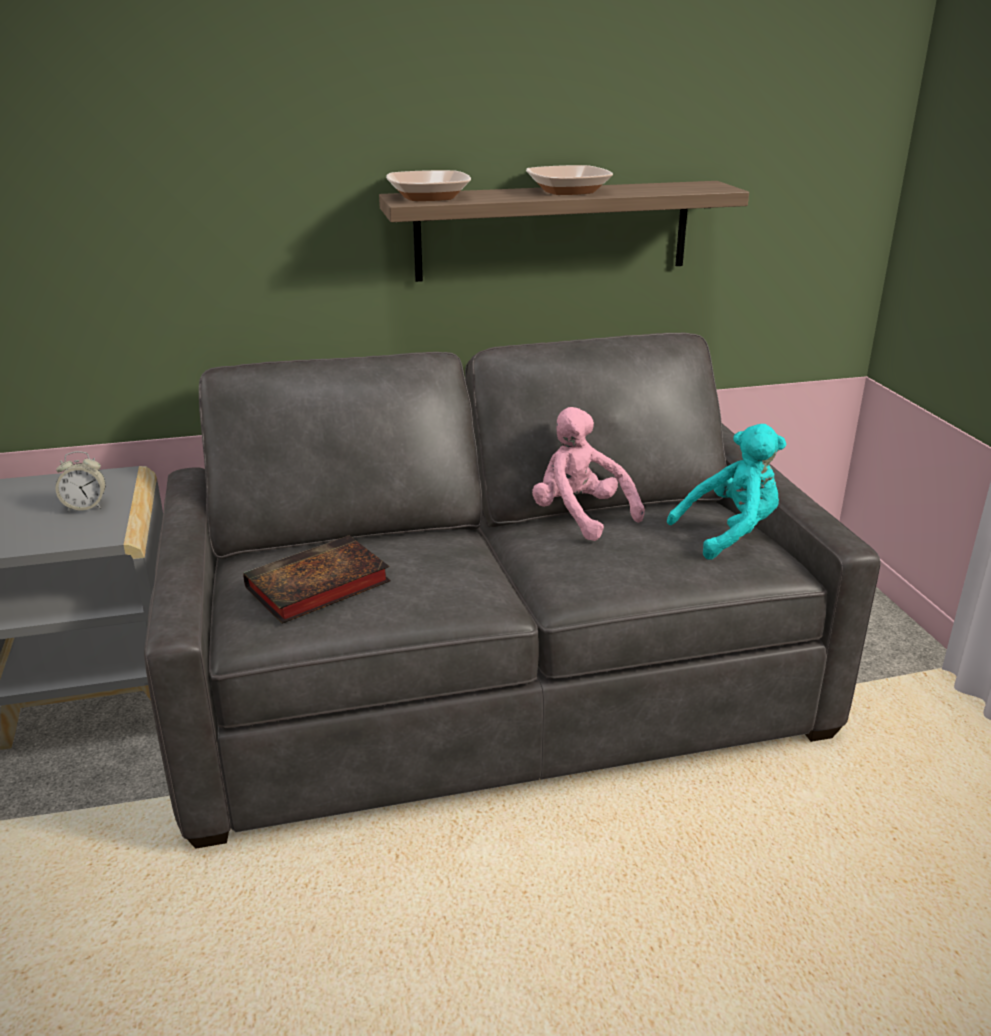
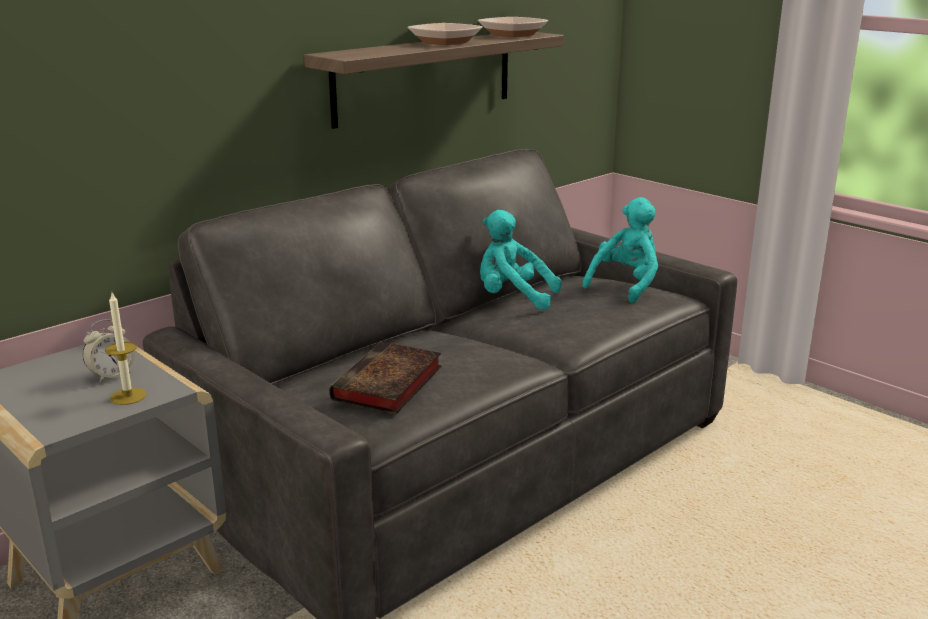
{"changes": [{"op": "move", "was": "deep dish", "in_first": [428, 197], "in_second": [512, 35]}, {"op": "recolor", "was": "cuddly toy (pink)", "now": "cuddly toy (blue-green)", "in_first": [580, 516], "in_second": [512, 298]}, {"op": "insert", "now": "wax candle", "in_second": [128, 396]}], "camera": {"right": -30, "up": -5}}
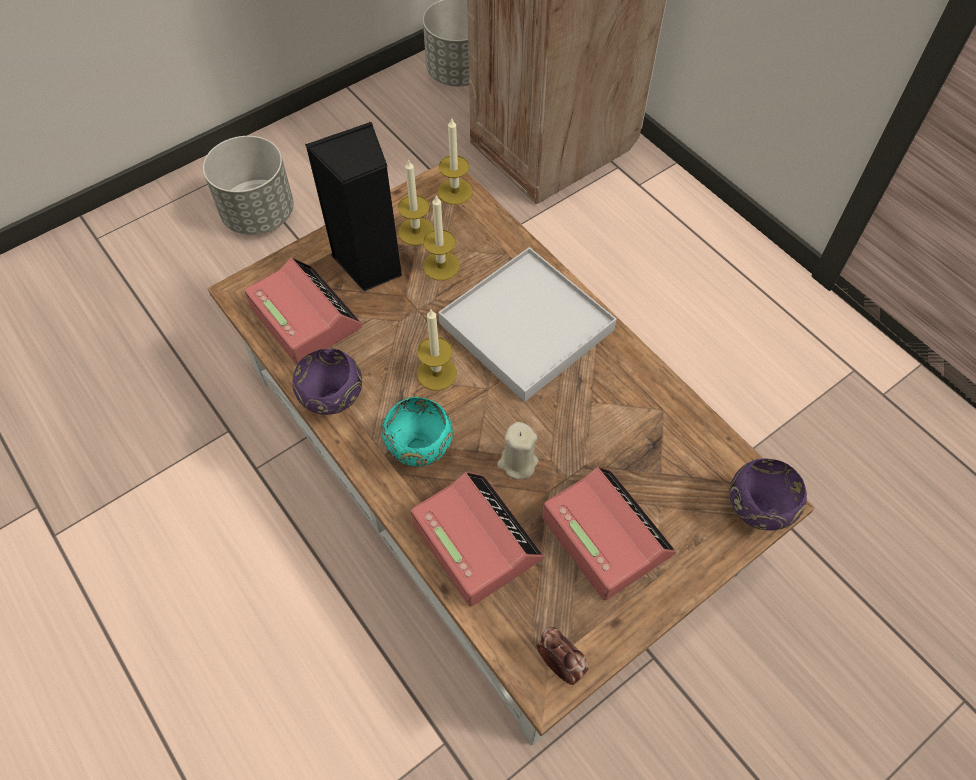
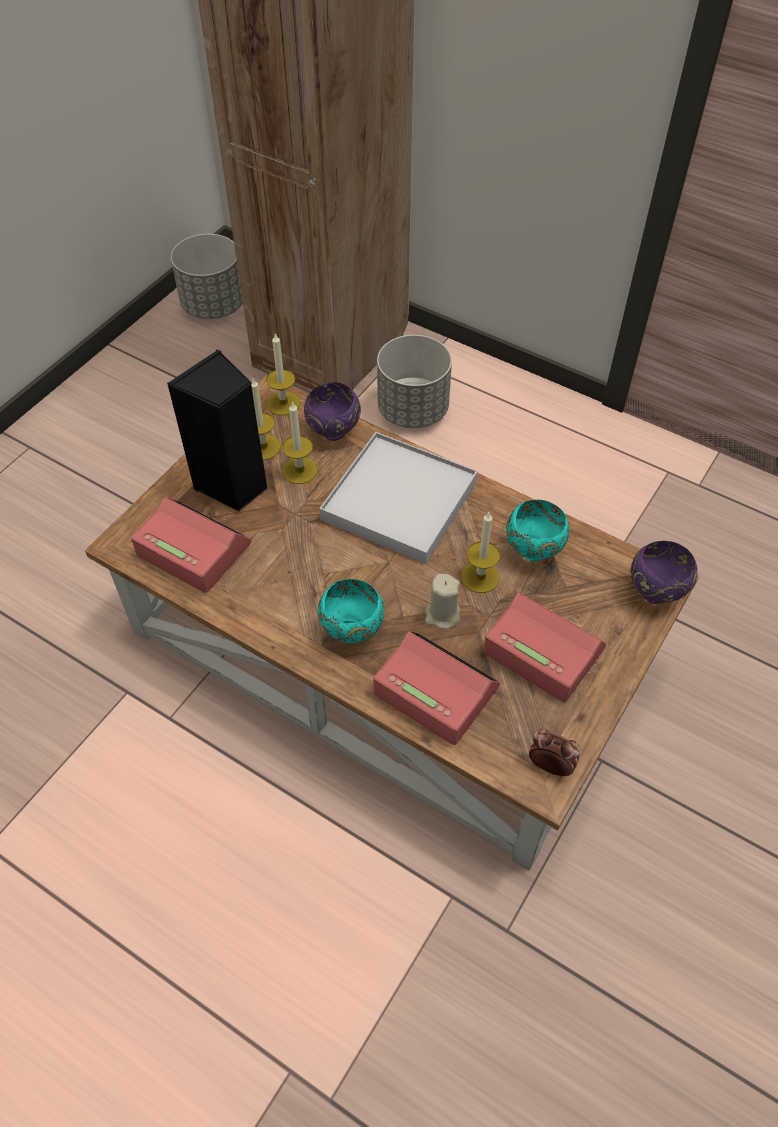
{"changes": [{"op": "move", "was": "flower pot (greyish)", "in_first": [259, 215], "in_second": [413, 410]}, {"op": "move", "was": "deep dish (purplish)", "in_first": [332, 403], "in_second": [333, 434]}, {"op": "move", "was": "wax candle", "in_first": [436, 373], "in_second": [480, 577]}, {"op": "insert", "now": "deep dish (blue-green)", "in_second": [534, 552]}], "camera": {"right": -20, "up": -5}}
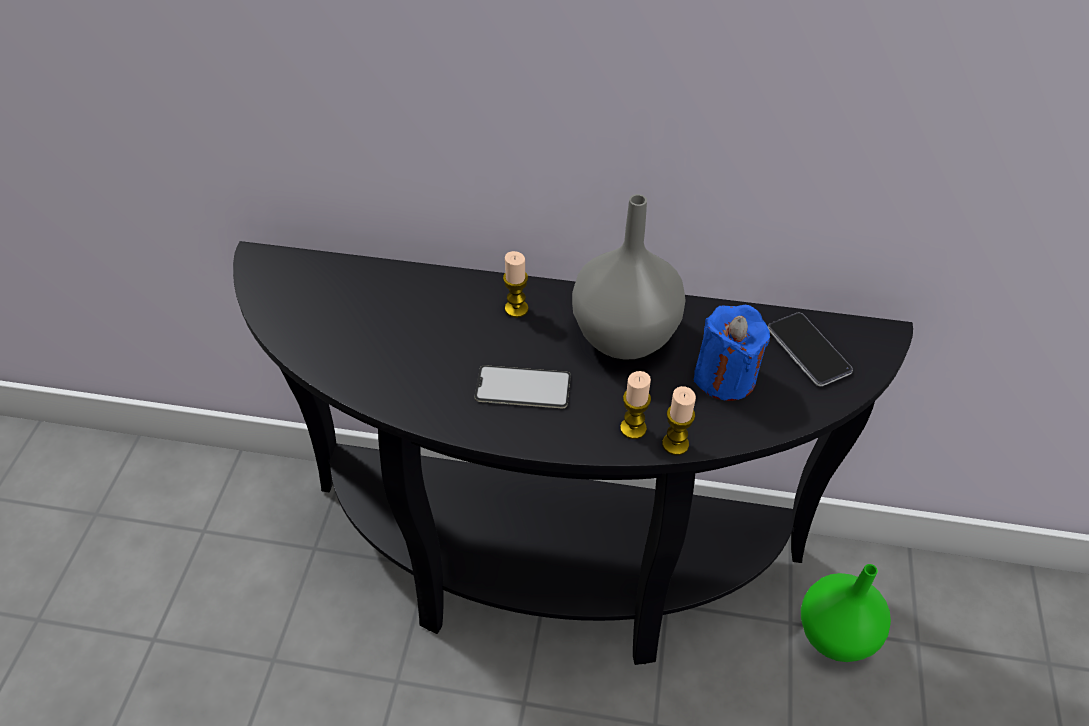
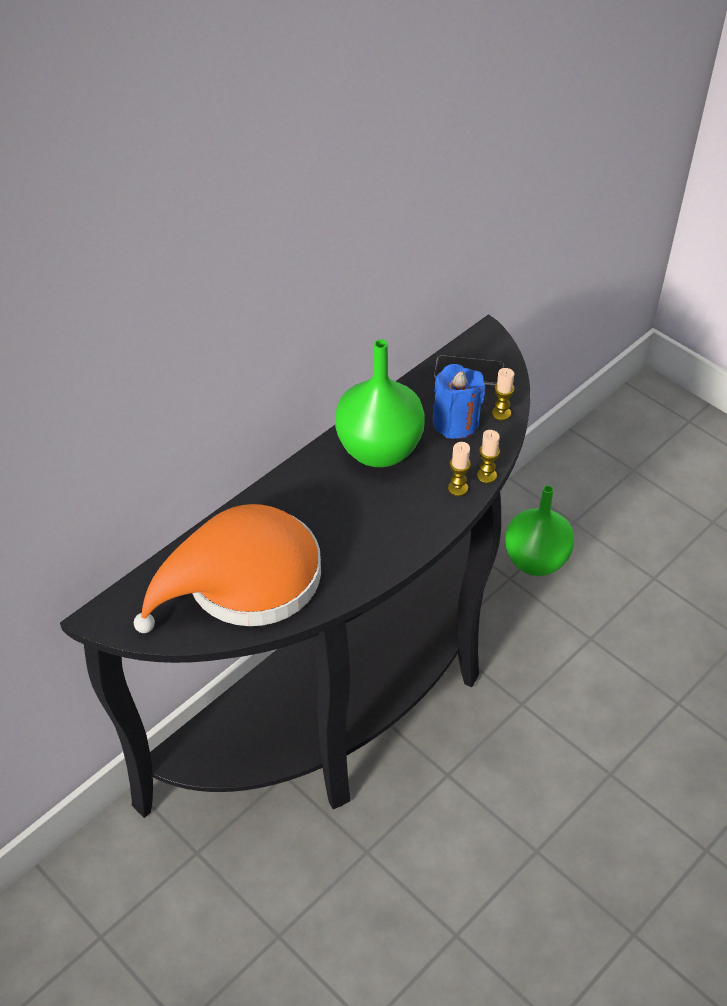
{"changes": [{"op": "delete", "was": "handset", "in_first": [523, 387]}, {"op": "move", "was": "wax candle", "in_first": [516, 309], "in_second": [501, 413]}, {"op": "recolor", "was": "decorative vase (greyish)", "now": "decorative vase (greenish)", "in_first": [624, 338], "in_second": [380, 450]}, {"op": "insert", "now": "clothing hat (orange)", "in_second": [243, 581]}], "camera": {"right": -55, "up": 0}}
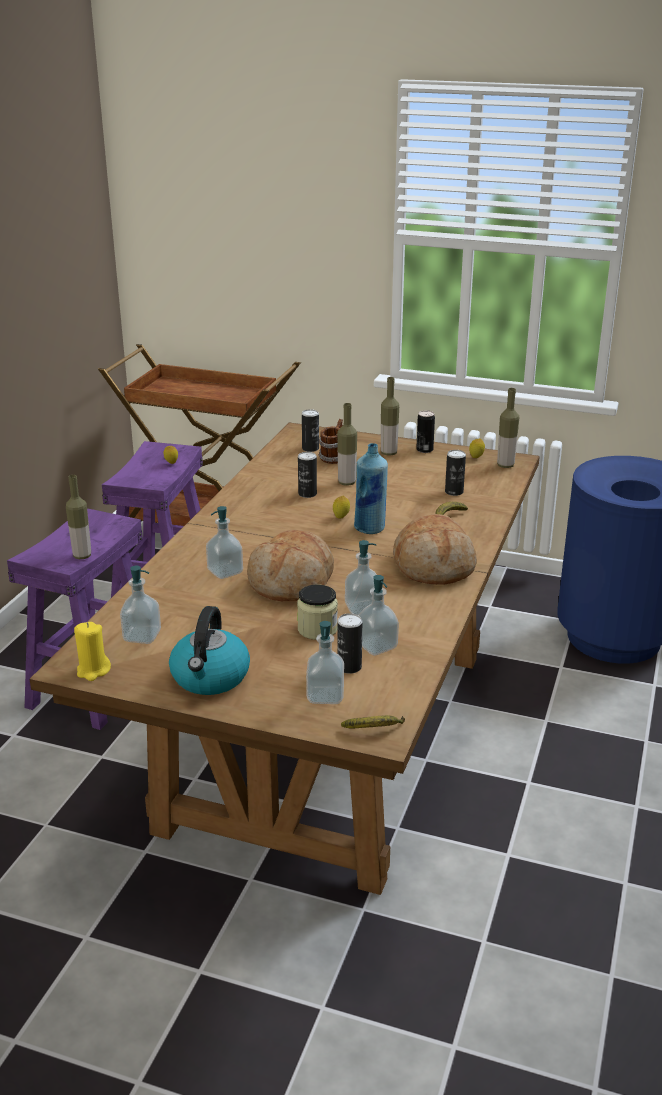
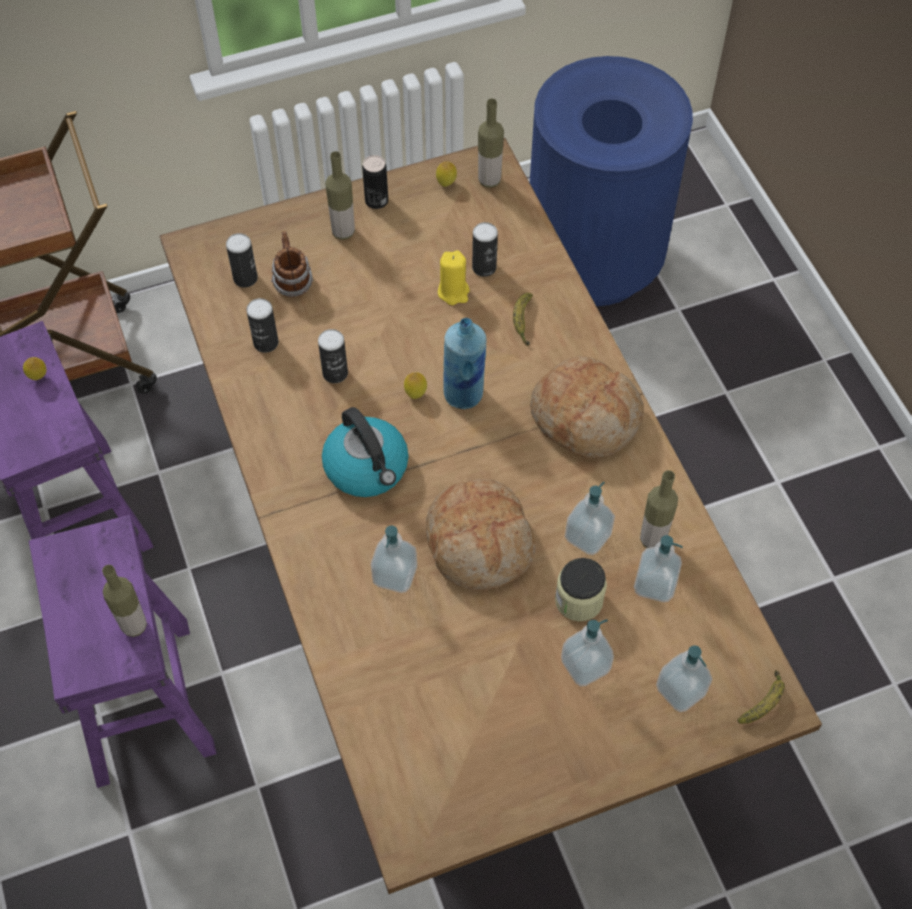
{"changes": [{"op": "move", "was": "wax candle (yellow)", "in_first": [93, 670], "in_second": [453, 292]}, {"op": "move", "was": "soap bottle", "in_first": [142, 636], "in_second": [585, 665]}, {"op": "move", "was": "water kettle", "in_first": [210, 678], "in_second": [367, 468]}, {"op": "move", "was": "beverage bottle", "in_first": [346, 483], "in_second": [652, 539]}, {"op": "move", "was": "sealed can", "in_first": [349, 667], "in_second": [266, 343]}], "camera": {"right": -40, "up": 30}}
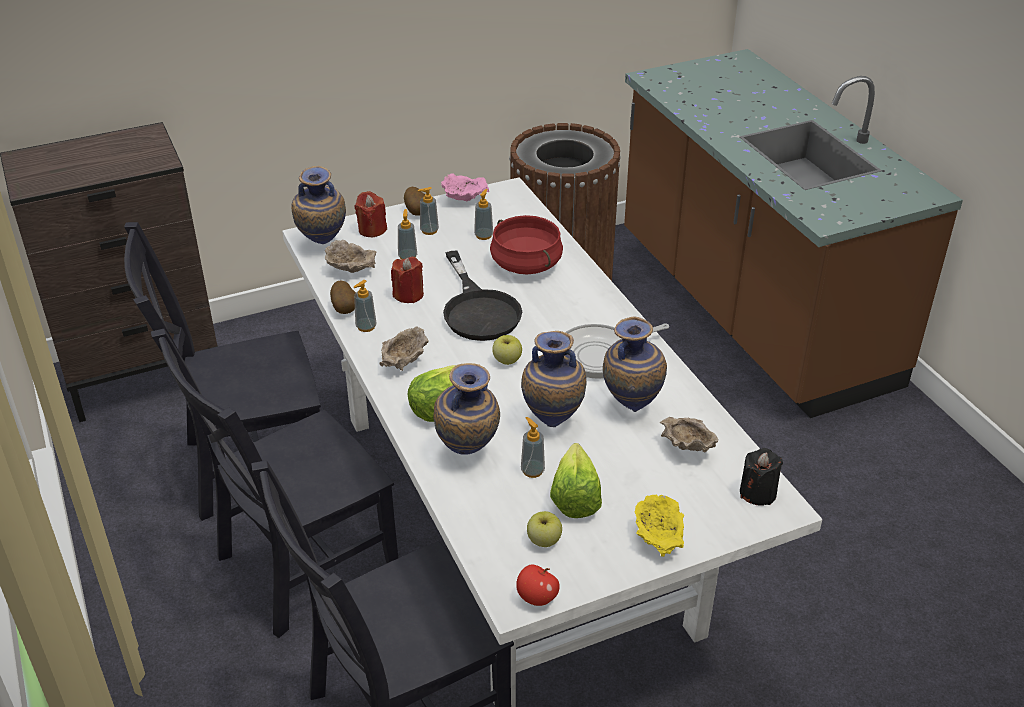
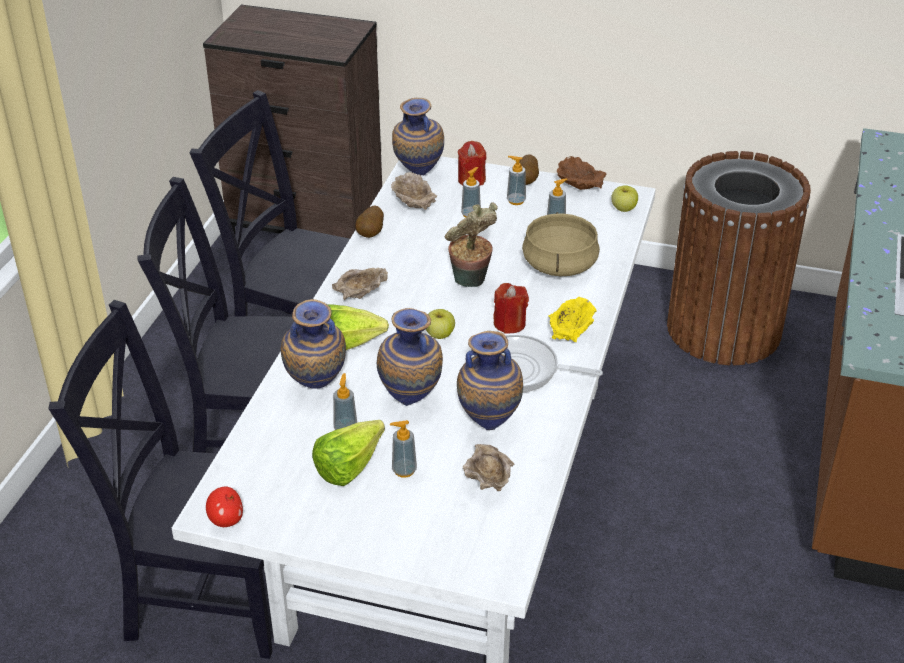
{"changes": [{"op": "move", "was": "soap bottle", "in_first": [366, 327], "in_second": [404, 470]}, {"op": "move", "was": "wax candle (red)", "in_first": [408, 295], "in_second": [509, 324]}, {"op": "recolor", "was": "deep dish (pink)", "now": "deep dish (brown-coloured)", "in_first": [465, 200], "in_second": [580, 188]}, {"op": "replace", "was": "pan (black-coloured)", "now": "plant in a pot", "in_first": [478, 309], "in_second": [471, 283]}, {"op": "recolor", "was": "cooking pot (red)", "now": "cooking pot (sand-coloured)", "in_first": [525, 264], "in_second": [559, 265]}, {"op": "move", "was": "whole apple", "in_first": [544, 540], "in_second": [623, 208]}, {"op": "move", "was": "deep dish (yellow)", "in_first": [658, 540], "in_second": [570, 334]}, {"op": "delete", "was": "wax candle (black-coloured)", "in_first": [758, 493]}], "camera": {"right": 40, "up": 0}}
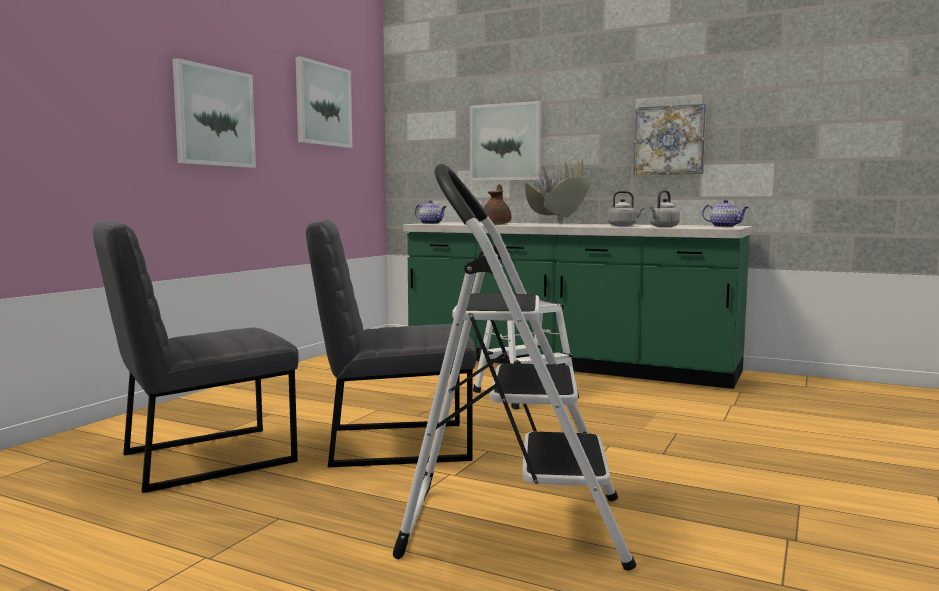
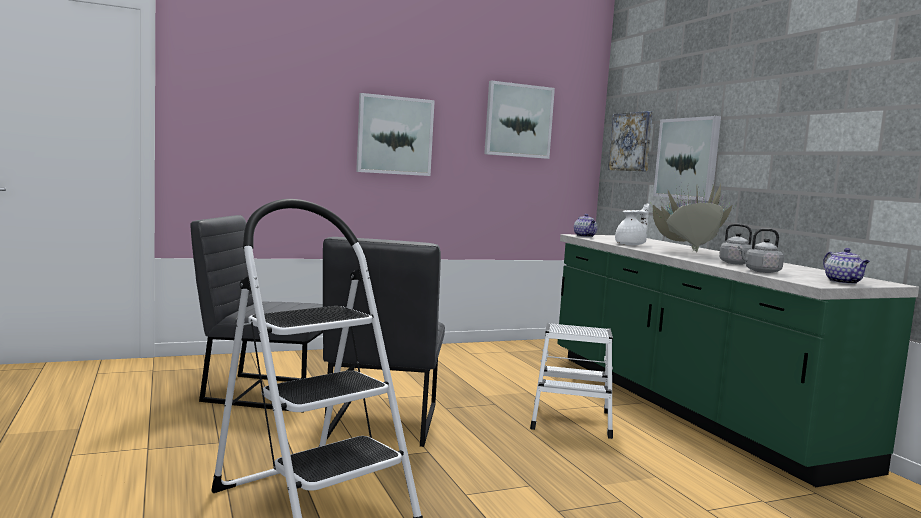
{"changes": [{"op": "rotate", "was": "chair (greyish)", "in_first": [393, 444], "in_second": [381, 422], "clockwise": -120}, {"op": "recolor", "was": "tea pot (brown-coloured)", "now": "tea pot (white)", "in_first": [497, 224], "in_second": [631, 244]}, {"op": "move", "was": "picture", "in_first": [669, 140], "in_second": [631, 142]}], "camera": {"right": 40, "up": 0}}
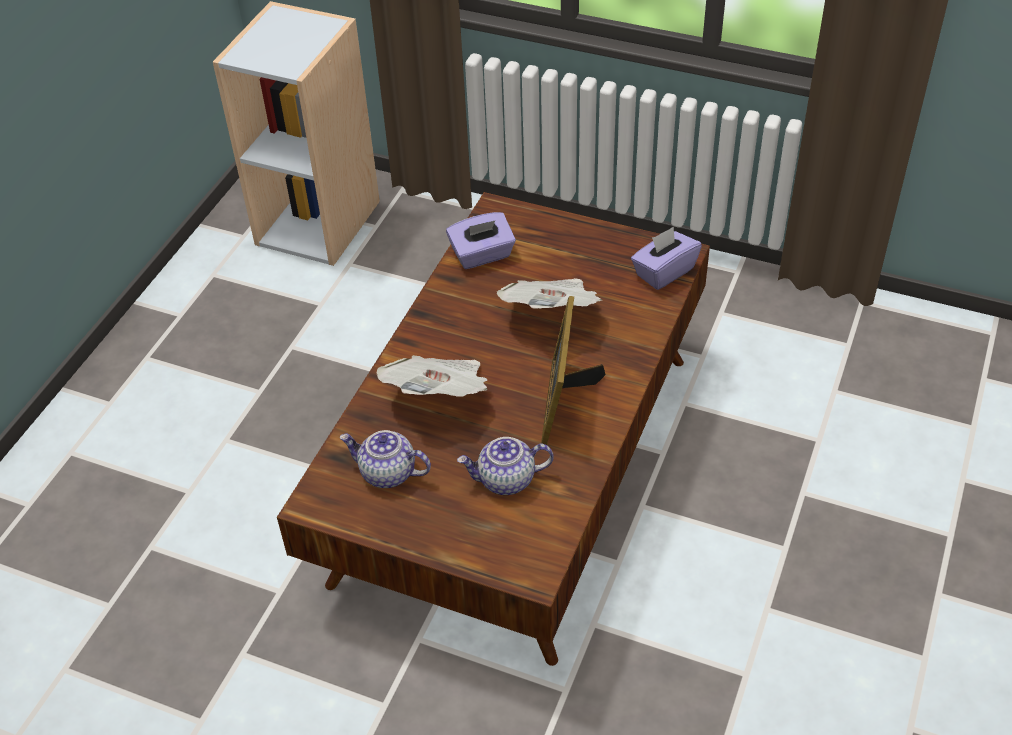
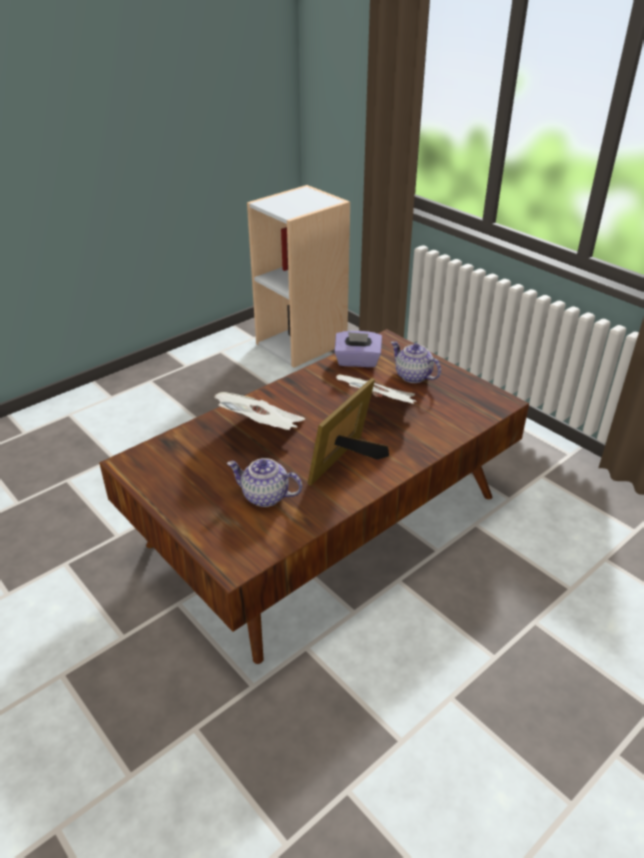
{"changes": [{"op": "move", "was": "tea pot", "in_first": [387, 473], "in_second": [412, 376]}, {"op": "delete", "was": "tissue box (purplish)", "in_first": [664, 272]}], "camera": {"right": 25, "up": -10}}
